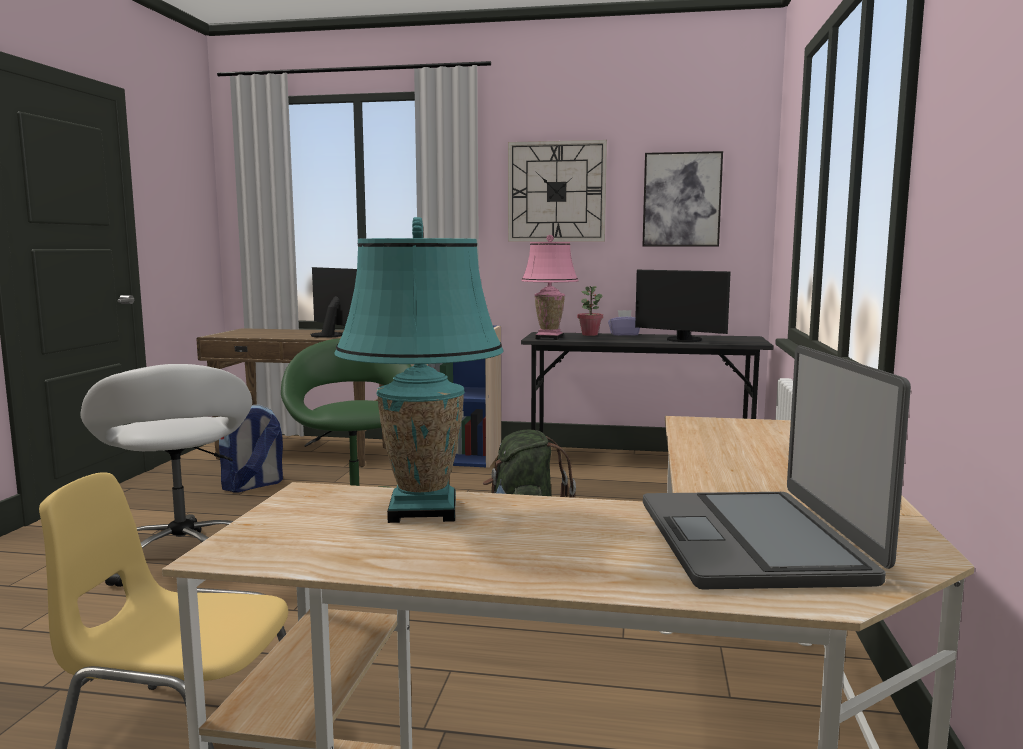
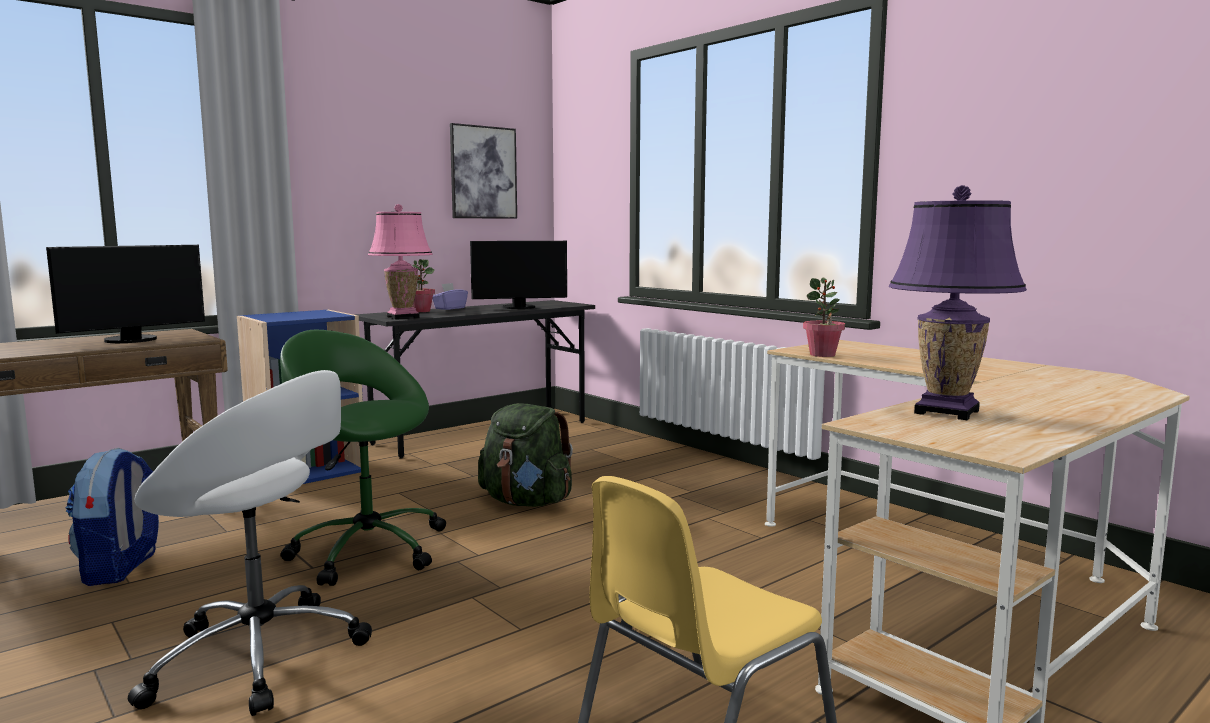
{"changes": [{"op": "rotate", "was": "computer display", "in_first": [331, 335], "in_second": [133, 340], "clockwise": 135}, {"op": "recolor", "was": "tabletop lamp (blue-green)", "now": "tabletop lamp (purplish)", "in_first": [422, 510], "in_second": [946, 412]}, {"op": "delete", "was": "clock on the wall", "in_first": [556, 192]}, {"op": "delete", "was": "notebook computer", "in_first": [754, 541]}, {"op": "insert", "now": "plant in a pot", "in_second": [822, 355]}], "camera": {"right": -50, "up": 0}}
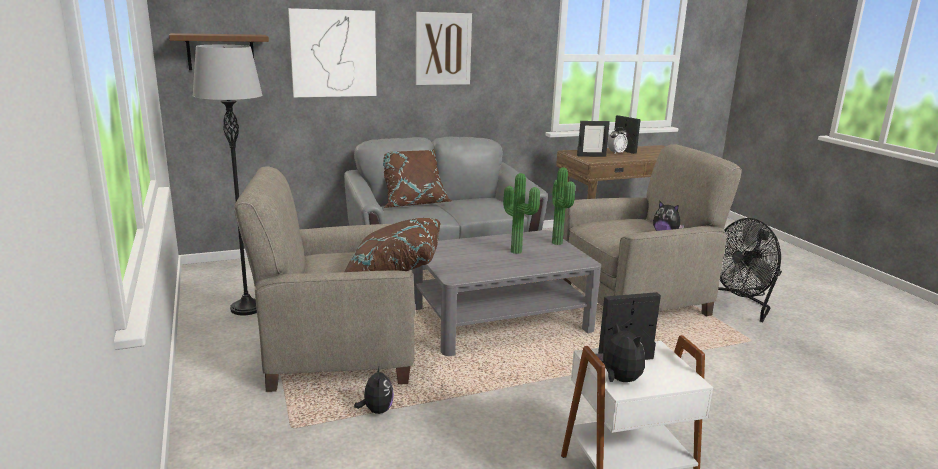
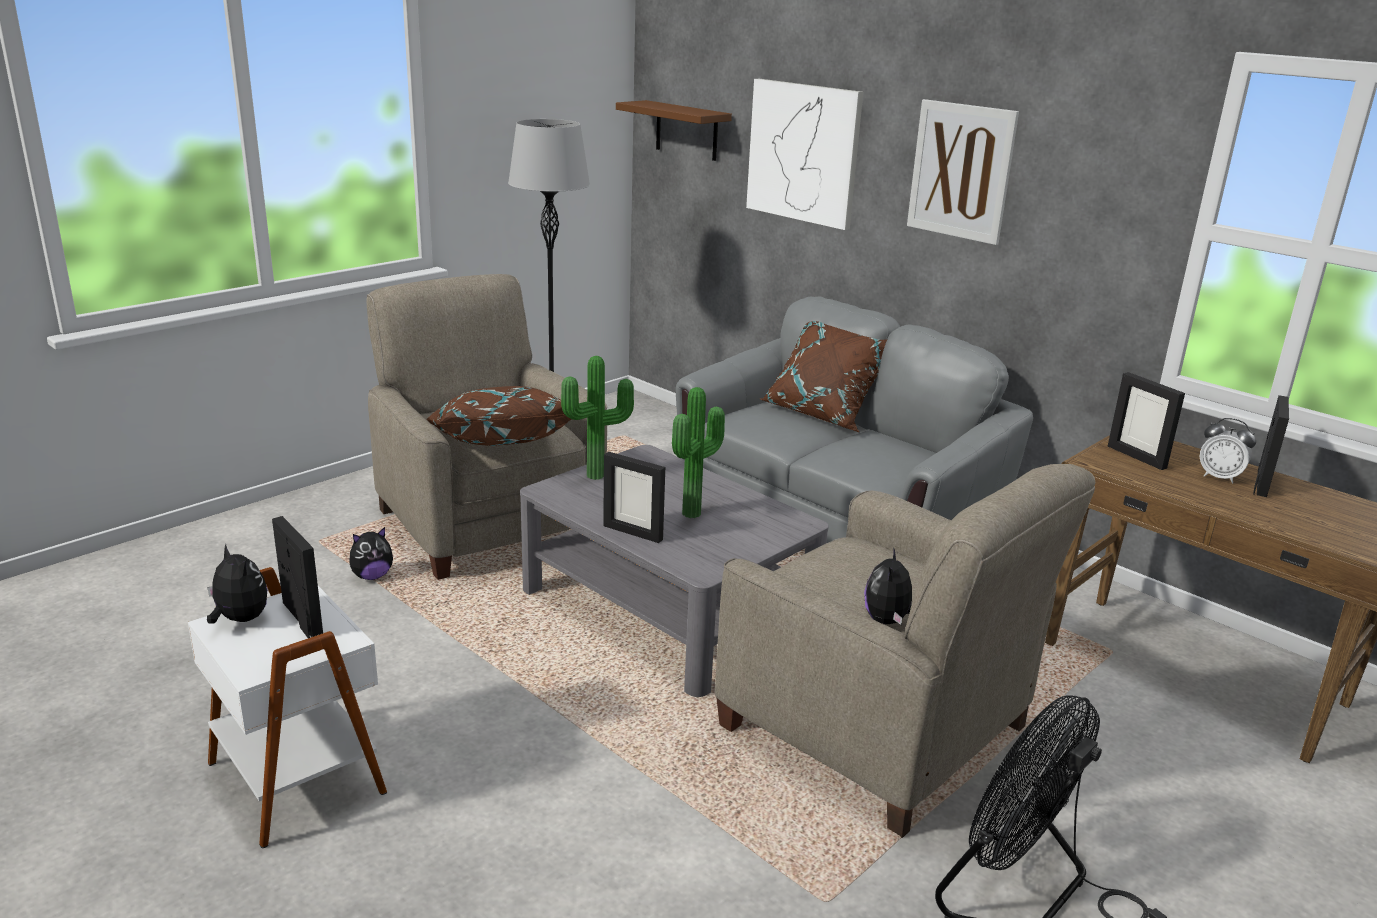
{"changes": [{"op": "move", "was": "plant in a pot", "in_first": [559, 242], "in_second": [597, 477]}, {"op": "rotate", "was": "cuddly toy", "in_first": [619, 380], "in_second": [239, 619], "clockwise": -75}, {"op": "insert", "now": "photo frame", "in_second": [633, 532]}], "camera": {"right": 65, "up": 5}}
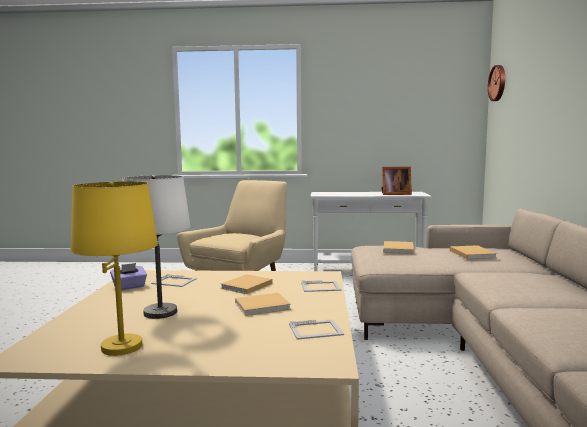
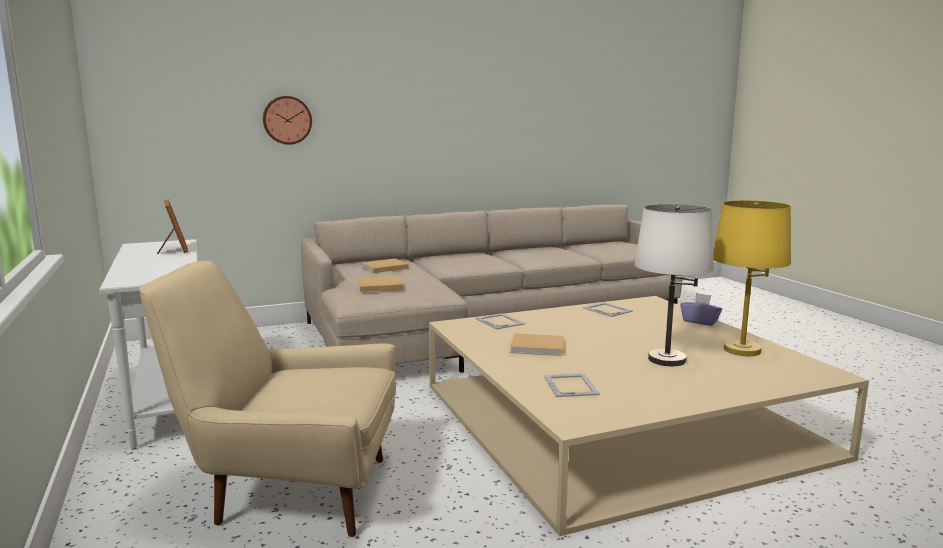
{"changes": [{"op": "move", "was": "tissue box (purplish)", "in_first": [129, 287], "in_second": [700, 321]}, {"op": "delete", "was": "book (sand-coloured)", "in_first": [264, 306]}, {"op": "move", "was": "clock on the wall", "in_first": [498, 83], "in_second": [287, 120]}], "camera": {"right": -115, "up": 5}}
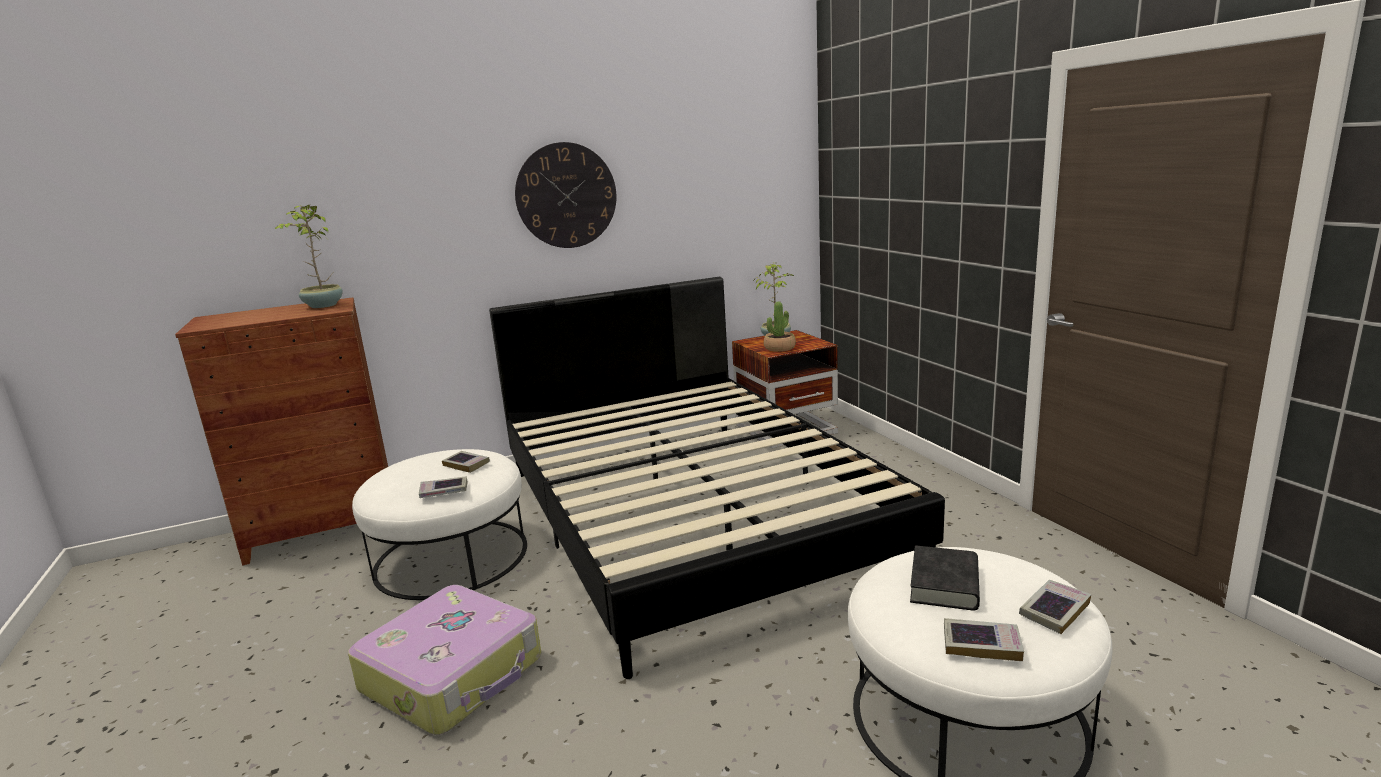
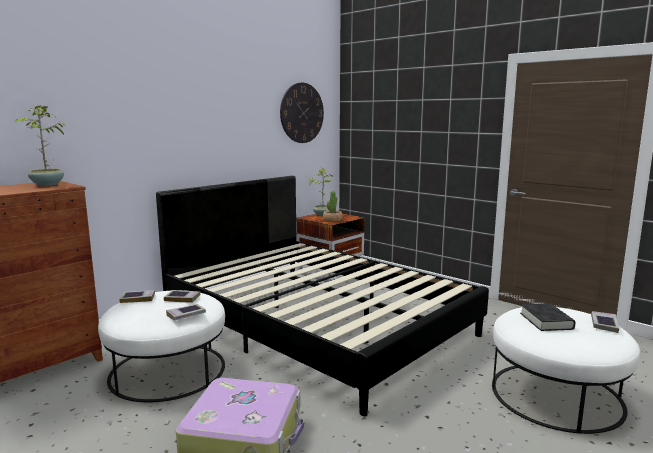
{"changes": [{"op": "move", "was": "clock on the wall", "in_first": [566, 195], "in_second": [302, 113]}, {"op": "move", "was": "book", "in_first": [981, 644], "in_second": [138, 298]}], "camera": {"right": -25, "up": -5}}
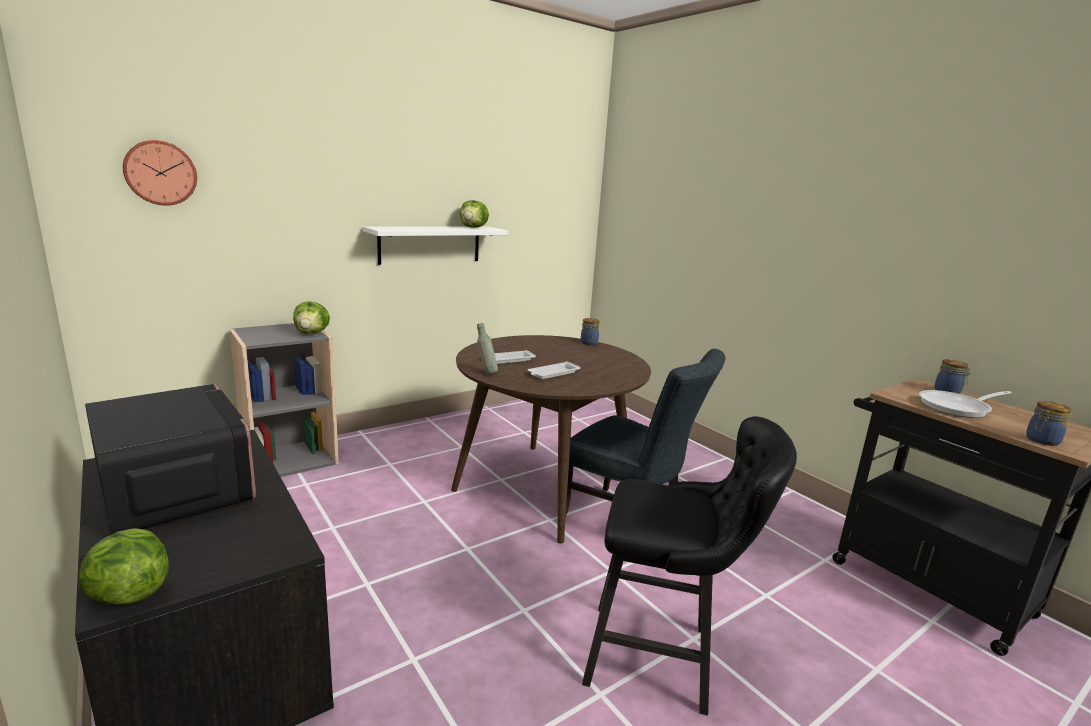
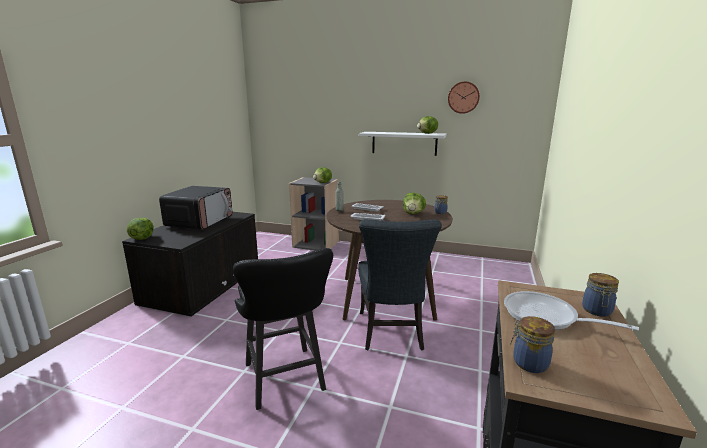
{"changes": [{"op": "move", "was": "clock on the wall", "in_first": [160, 173], "in_second": [463, 97]}, {"op": "insert", "now": "head of lettuce", "in_second": [413, 213]}], "camera": {"right": 55, "up": 0}}
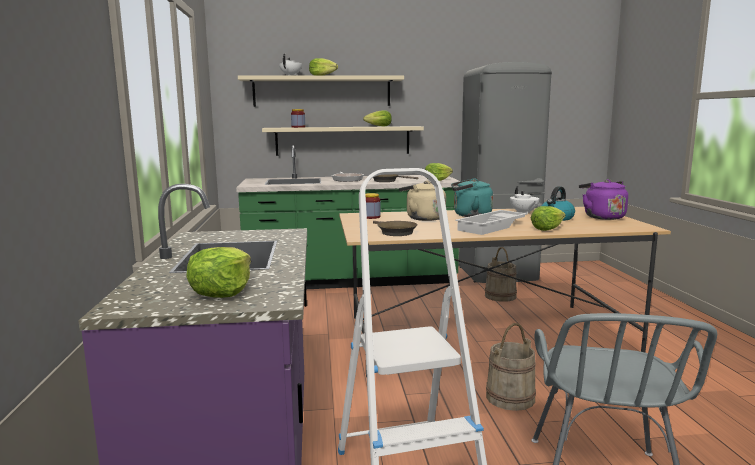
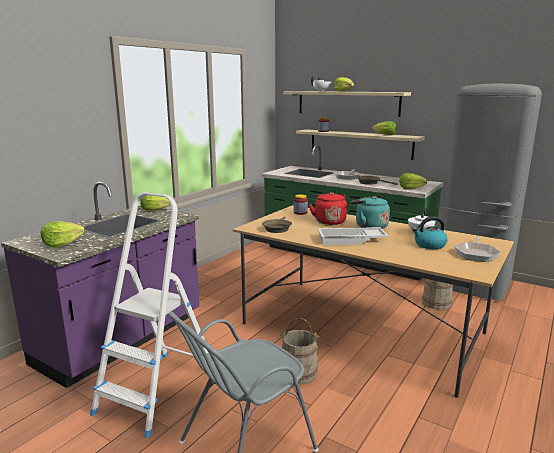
{"changes": [{"op": "recolor", "was": "water kettle (sand-coloured)", "now": "water kettle (red)", "in_first": [423, 218], "in_second": [329, 221]}, {"op": "move", "was": "head of lettuce", "in_first": [547, 229], "in_second": [156, 210]}, {"op": "replace", "was": "water kettle (purplish)", "now": "pan", "in_first": [602, 217], "in_second": [476, 254]}], "camera": {"right": 40, "up": 5}}
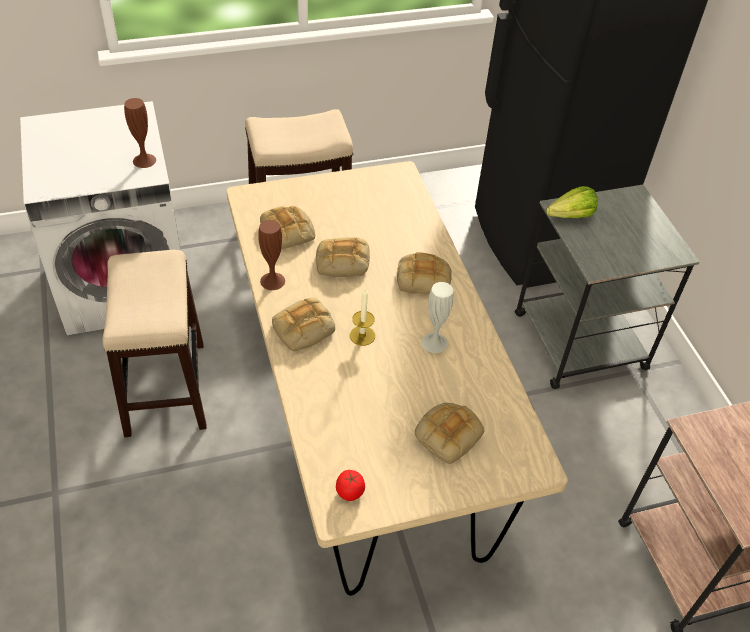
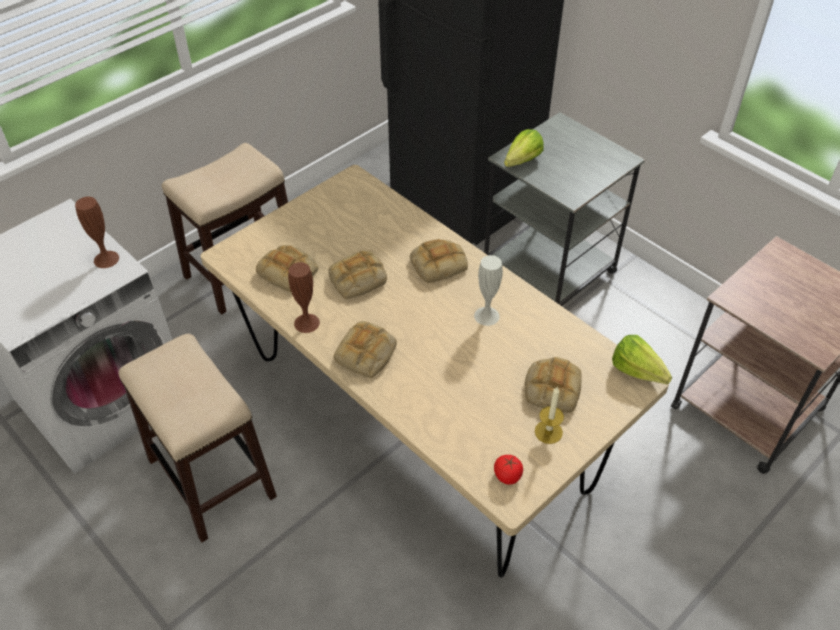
{"changes": [{"op": "move", "was": "wax candle", "in_first": [362, 335], "in_second": [548, 432]}, {"op": "insert", "now": "head of lettuce", "in_second": [640, 375]}], "camera": {"right": -25, "up": 0}}
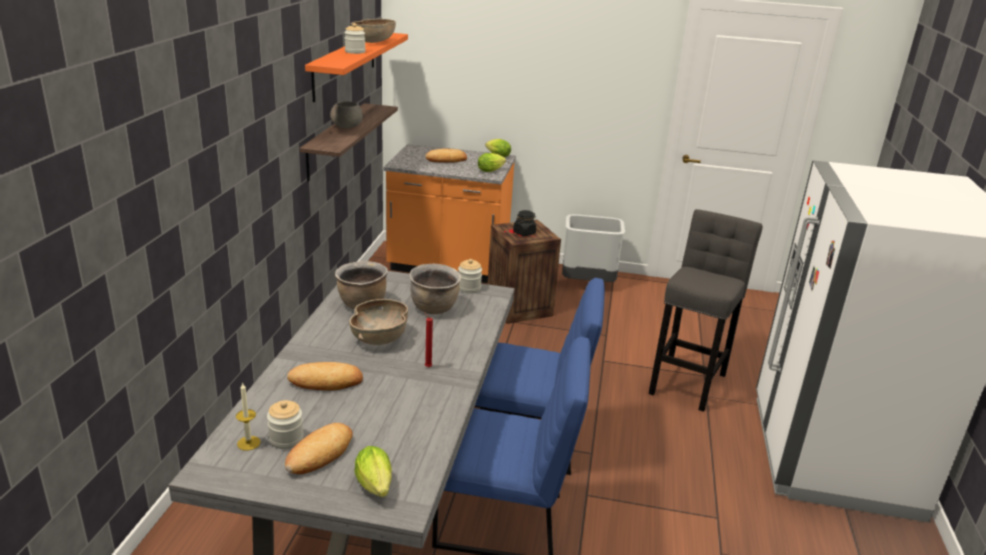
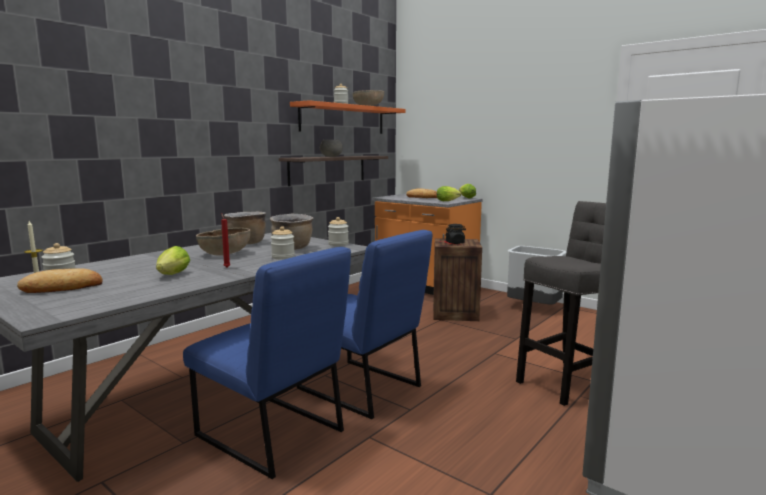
{"changes": [{"op": "delete", "was": "bread", "in_first": [326, 381]}, {"op": "move", "was": "head of lettuce", "in_first": [376, 488], "in_second": [172, 275]}, {"op": "insert", "now": "storage jar", "in_second": [283, 257]}], "camera": {"right": 30, "up": -15}}
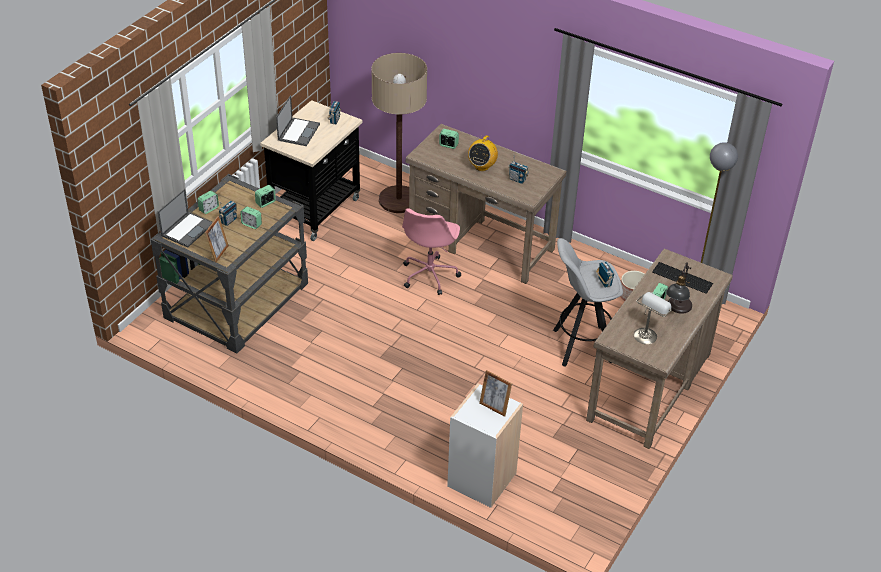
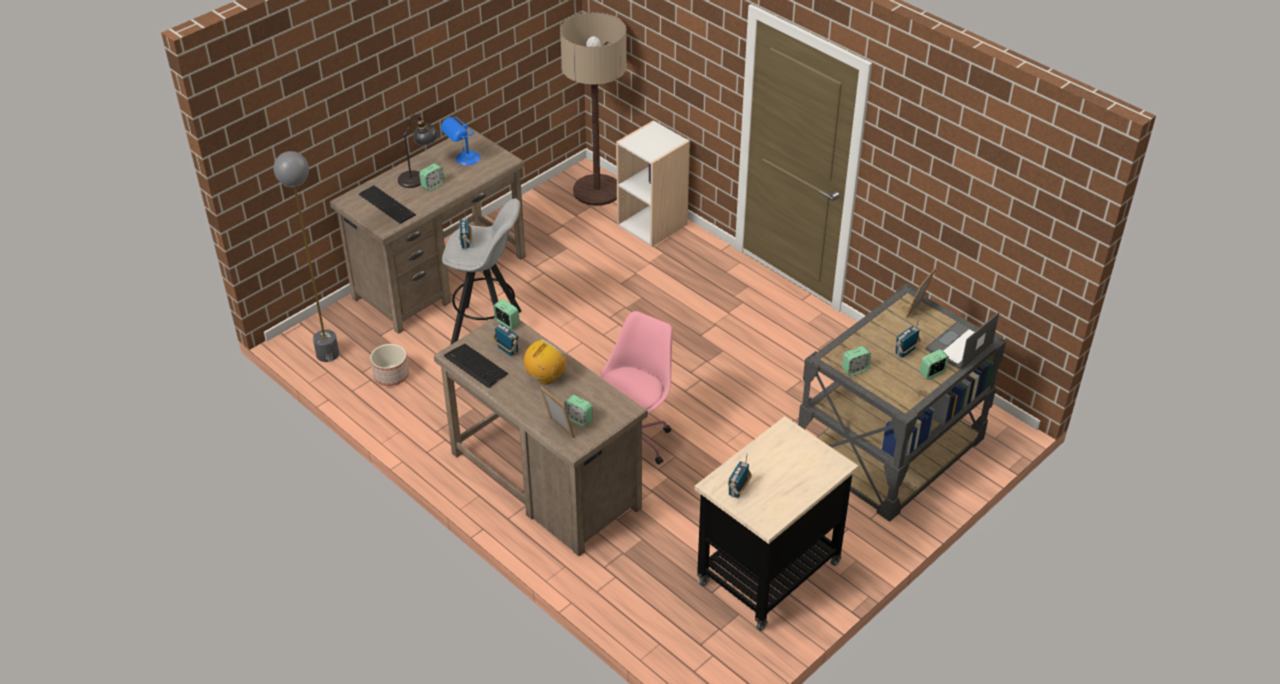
{"changes": [{"op": "move", "was": "table clock", "in_first": [251, 224], "in_second": [507, 322]}, {"op": "delete", "was": "notebook computer", "in_first": [298, 132]}, {"op": "move", "was": "standing lamp", "in_first": [398, 200], "in_second": [597, 191]}, {"op": "move", "was": "photo frame", "in_first": [494, 407], "in_second": [558, 430]}, {"op": "recolor", "was": "tabletop lamp (white)", "now": "tabletop lamp (bluish)", "in_first": [647, 332], "in_second": [463, 160]}, {"op": "insert", "now": "keyboard", "in_second": [475, 366]}], "camera": {"right": -165, "up": 0}}
